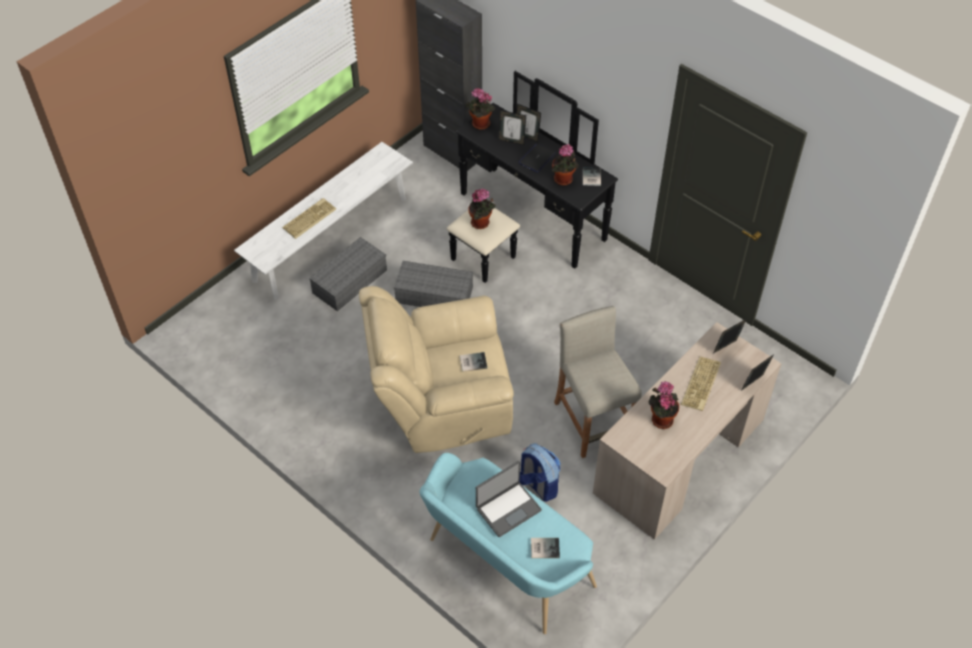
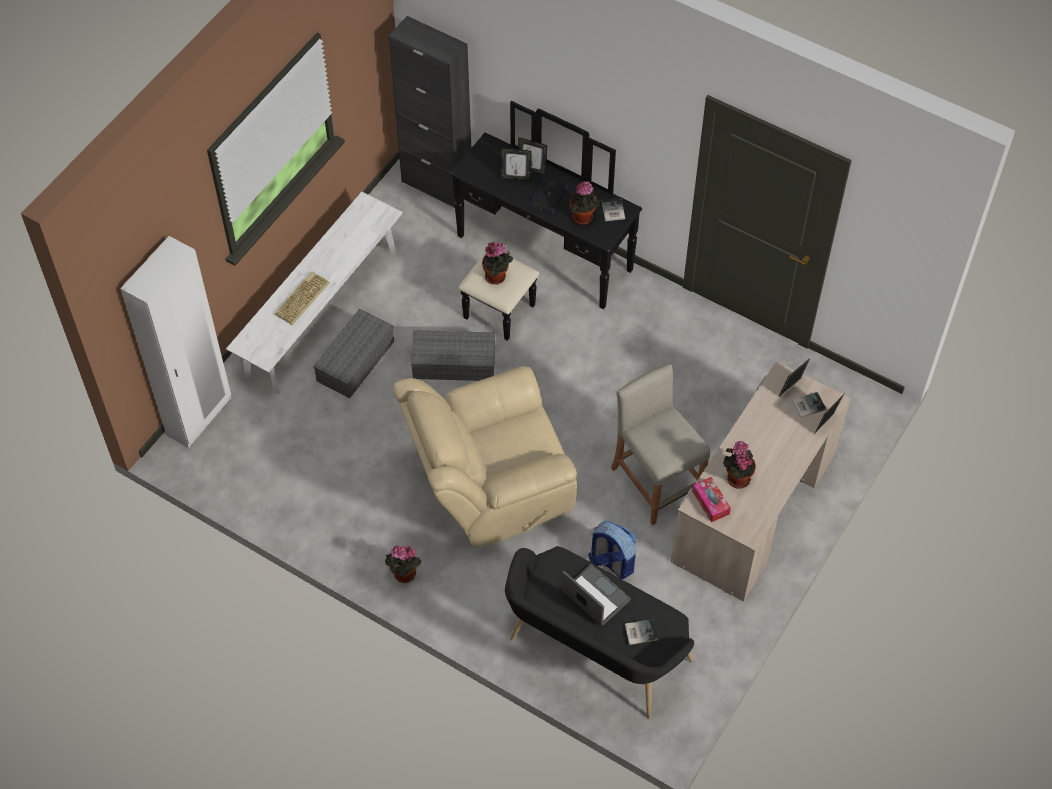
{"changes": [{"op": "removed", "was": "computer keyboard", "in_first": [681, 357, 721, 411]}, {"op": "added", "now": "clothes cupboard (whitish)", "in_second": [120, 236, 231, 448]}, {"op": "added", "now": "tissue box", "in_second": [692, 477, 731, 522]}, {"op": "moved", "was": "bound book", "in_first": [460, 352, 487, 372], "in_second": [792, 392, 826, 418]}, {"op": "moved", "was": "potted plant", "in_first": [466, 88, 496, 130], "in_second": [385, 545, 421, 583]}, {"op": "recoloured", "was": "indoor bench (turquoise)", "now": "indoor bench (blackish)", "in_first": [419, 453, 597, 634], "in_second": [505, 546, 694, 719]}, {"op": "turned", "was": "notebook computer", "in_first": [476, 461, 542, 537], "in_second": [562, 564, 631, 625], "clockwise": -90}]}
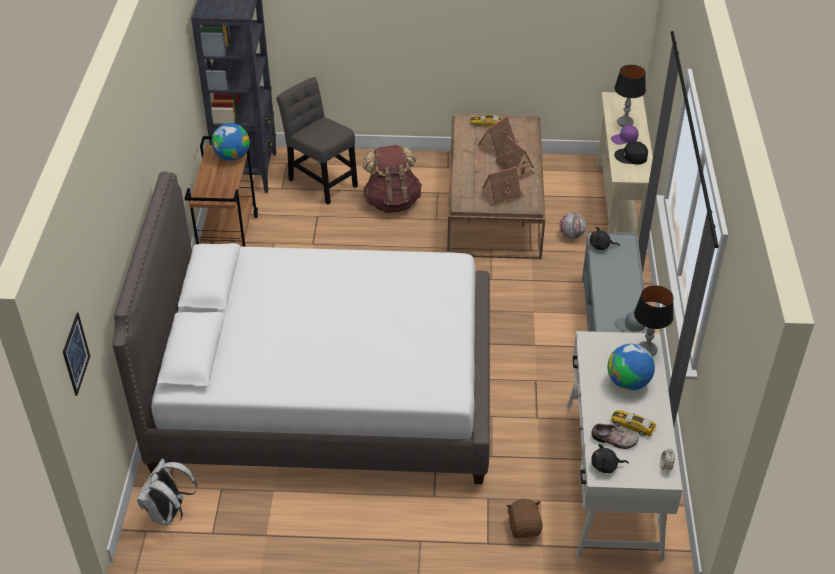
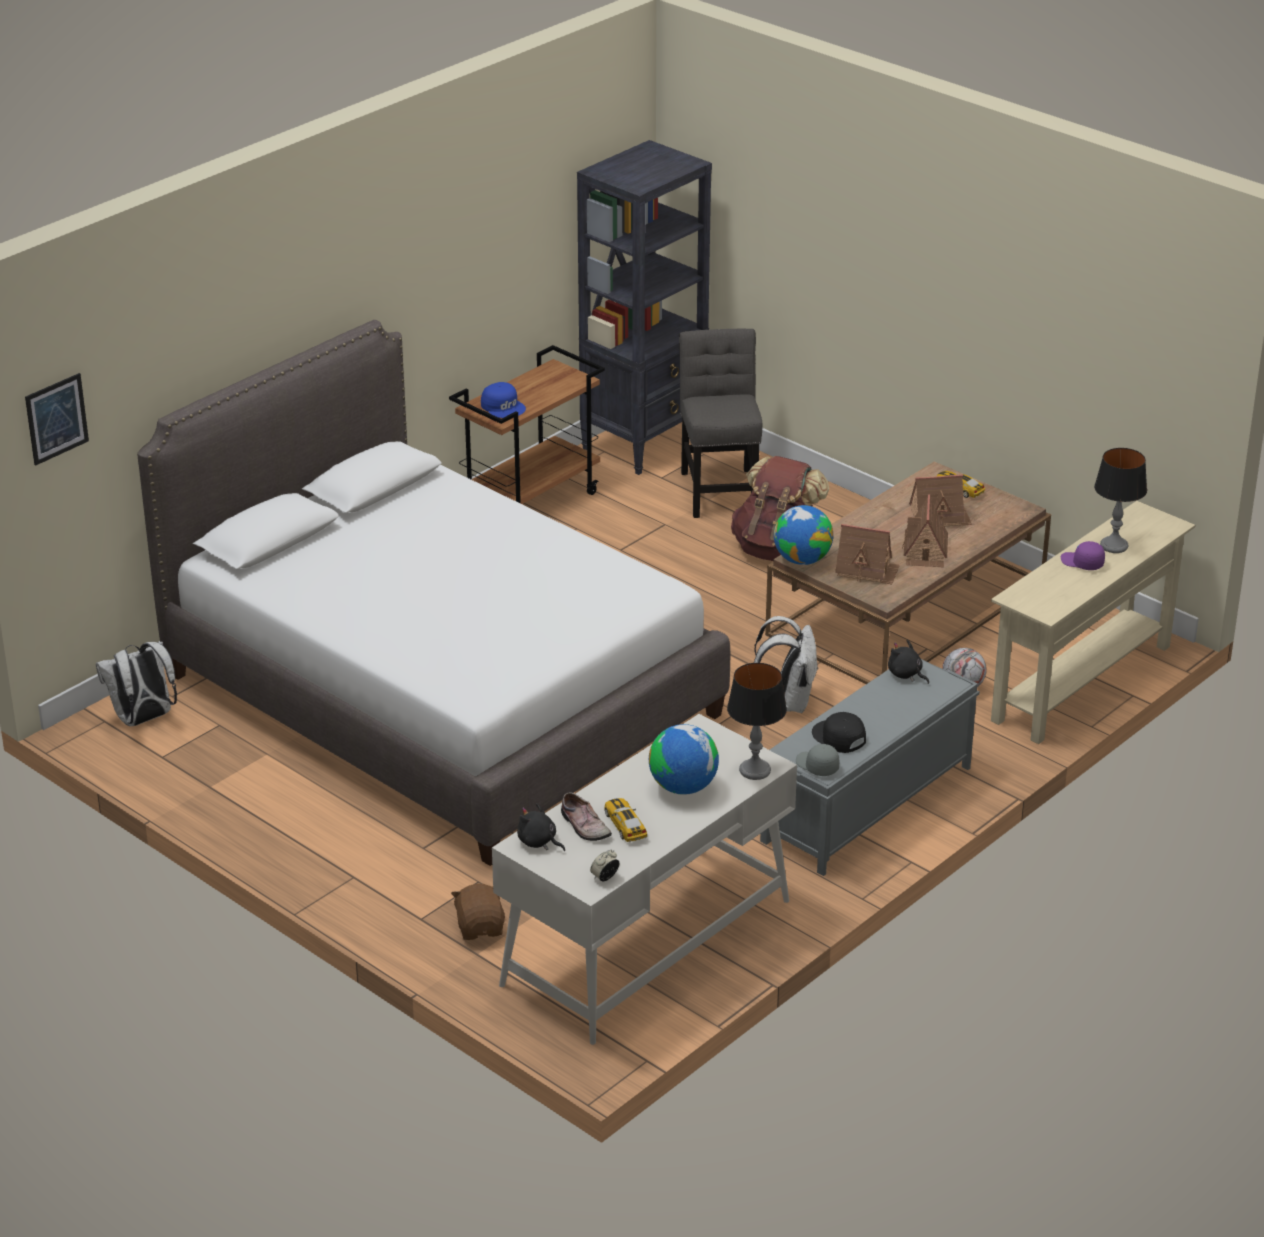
{"changes": [{"op": "added", "now": "cap (blue-coloured)", "in_second": [481, 382, 526, 418]}, {"op": "added", "now": "knapsack (whitish)", "in_second": [754, 616, 818, 713]}, {"op": "moved", "was": "globe", "in_first": [212, 123, 250, 161], "in_second": [774, 505, 833, 565]}, {"op": "moved", "was": "cap (blackish)", "in_first": [614, 141, 648, 165], "in_second": [812, 712, 866, 753]}, {"op": "turned", "was": "cuddly toy (brown)", "in_first": [506, 499, 543, 538], "in_second": [451, 884, 505, 940], "clockwise": -45}]}
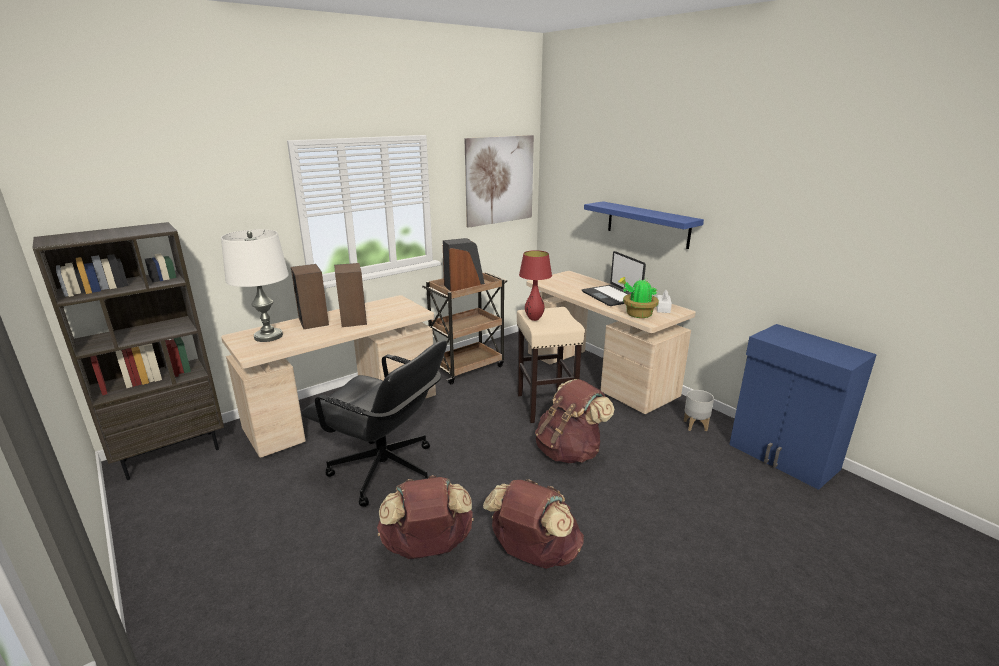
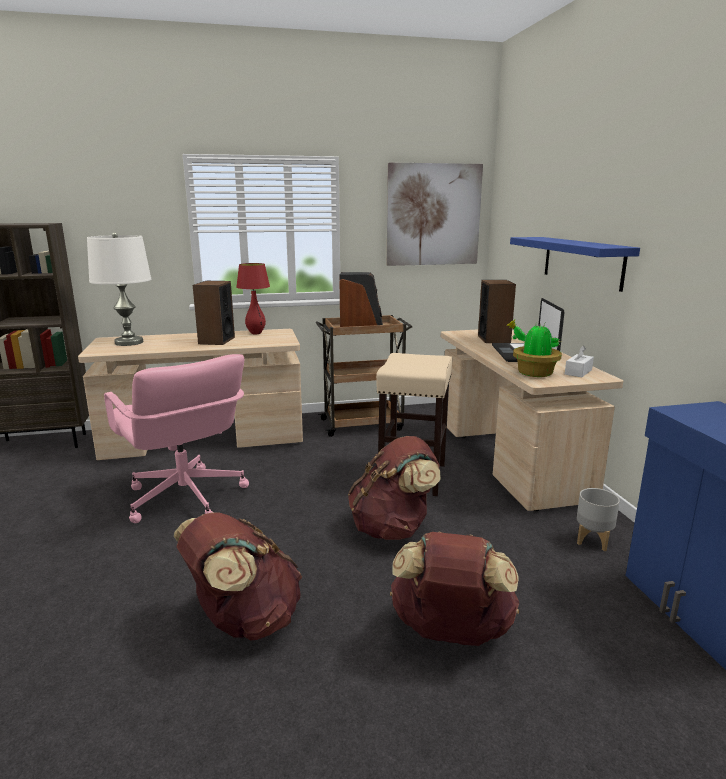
{"changes": [{"op": "moved", "was": "speaker", "in_first": [291, 264, 329, 329], "in_second": [478, 280, 516, 343]}, {"op": "moved", "was": "knapsack (brown)", "in_first": [377, 475, 474, 559], "in_second": [390, 532, 519, 646]}, {"op": "moved", "was": "lamp for a table (red-coloured)", "in_first": [519, 250, 552, 321], "in_second": [236, 263, 270, 334]}, {"op": "recoloured", "was": "computer chair (blackish)", "now": "computer chair (pink)", "in_first": [301, 341, 447, 507], "in_second": [104, 354, 249, 523]}]}
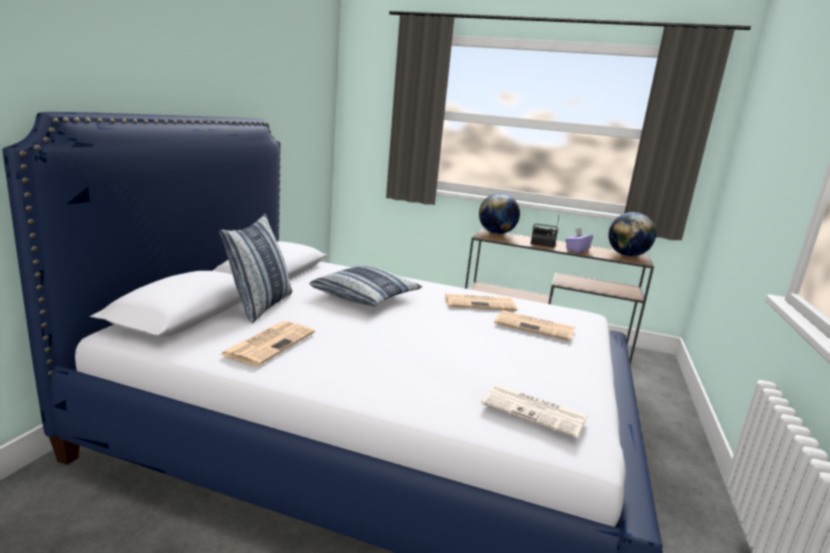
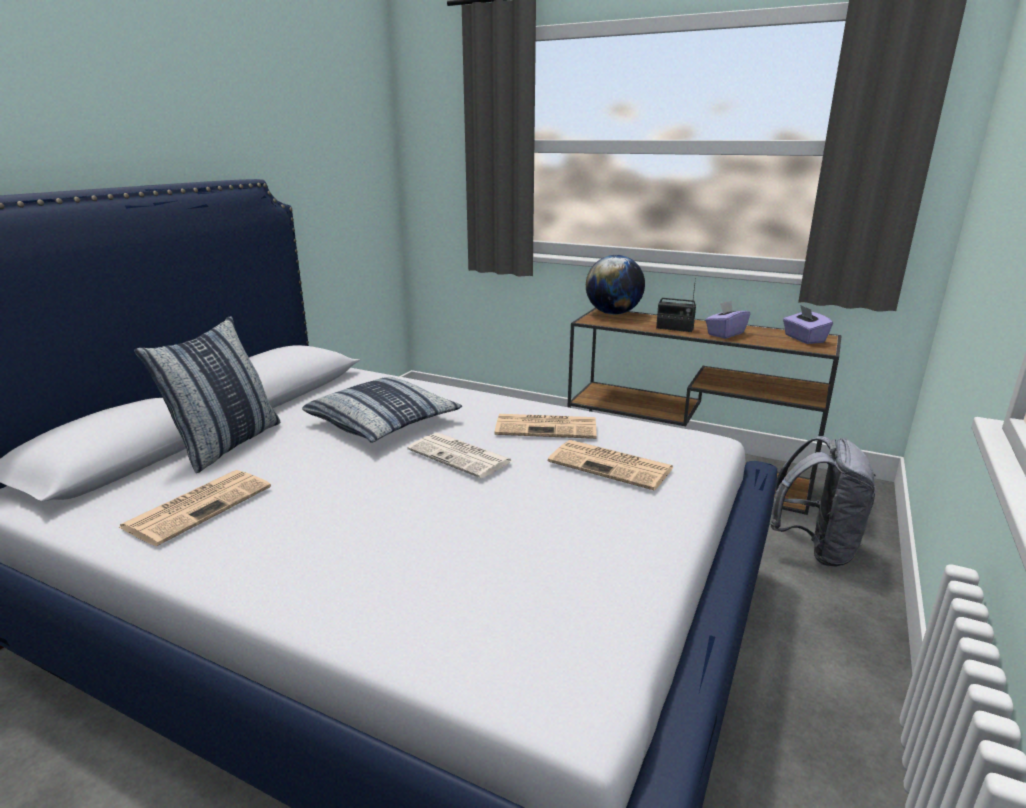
{"changes": [{"op": "added", "now": "knapsack (grey)", "in_second": [770, 436, 876, 567]}, {"op": "moved", "was": "printed paper", "in_first": [481, 384, 588, 438], "in_second": [407, 433, 512, 478]}, {"op": "replaced", "was": "globe", "now": "tissue box (purplish)", "in_first": [608, 212, 656, 256], "in_second": [783, 305, 833, 344]}]}
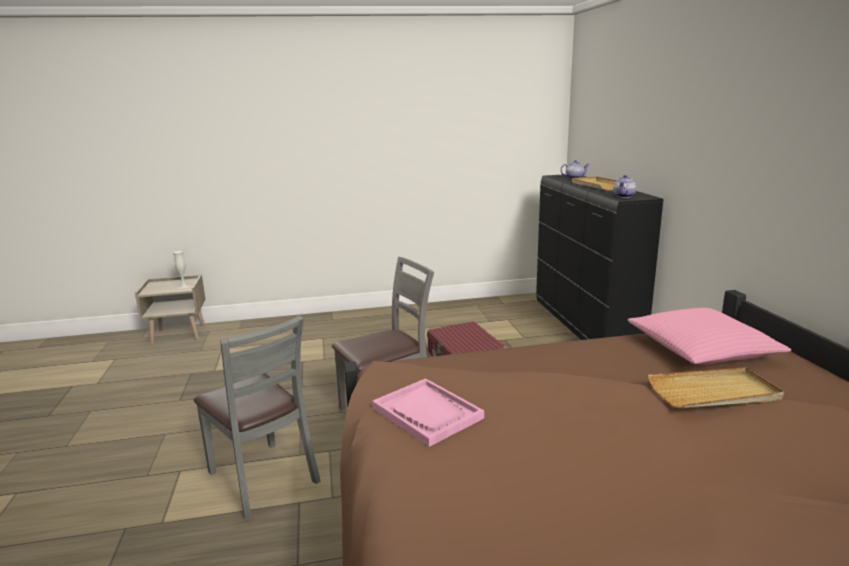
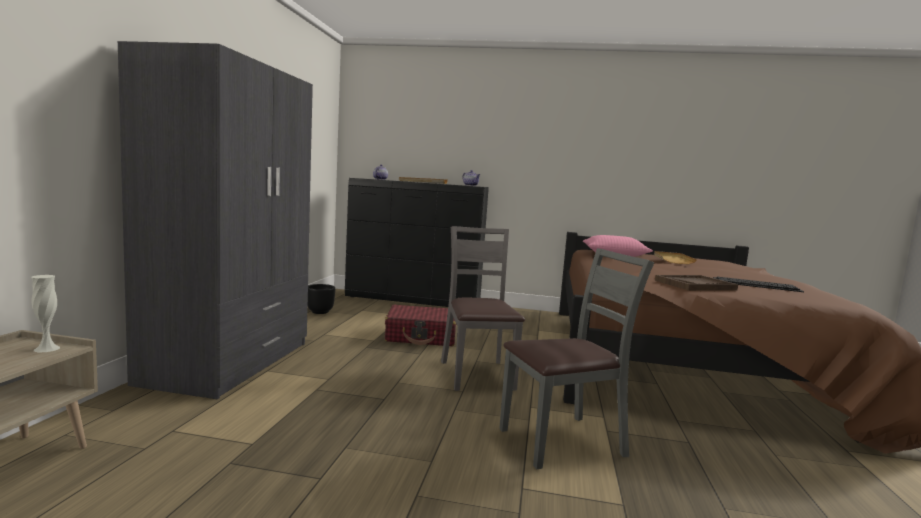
{"changes": [{"op": "added", "now": "clothes cupboard (grey)", "in_second": [118, 41, 313, 399]}, {"op": "added", "now": "planter (blackish)", "in_second": [307, 284, 335, 314]}, {"op": "added", "now": "computer keyboard", "in_second": [713, 277, 804, 292]}, {"op": "recoloured", "was": "serving tray (pink)", "now": "serving tray (brown)", "in_first": [372, 378, 484, 447], "in_second": [655, 275, 738, 291]}]}
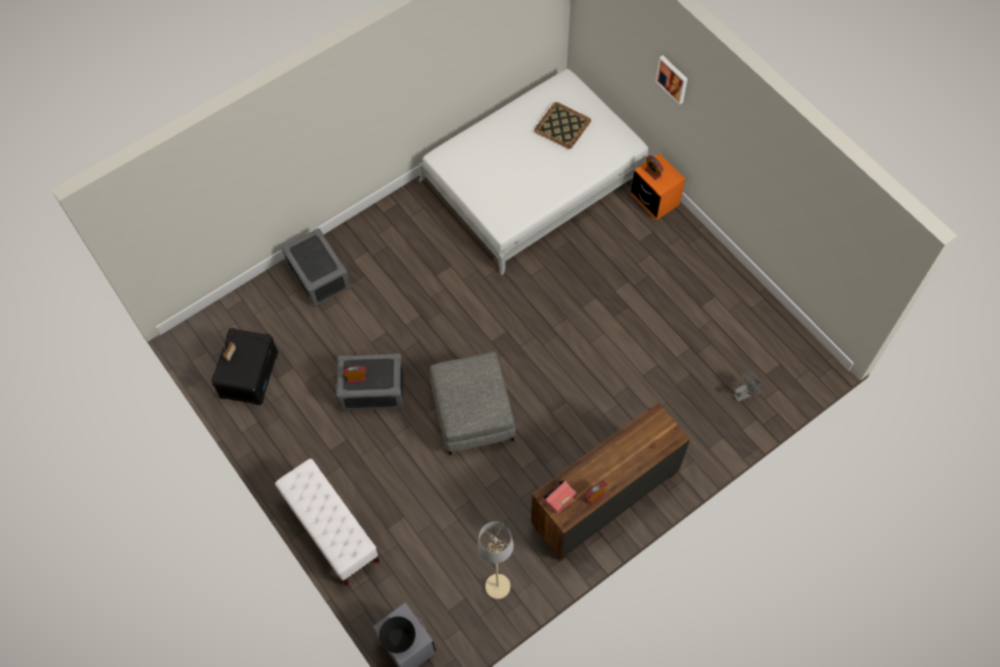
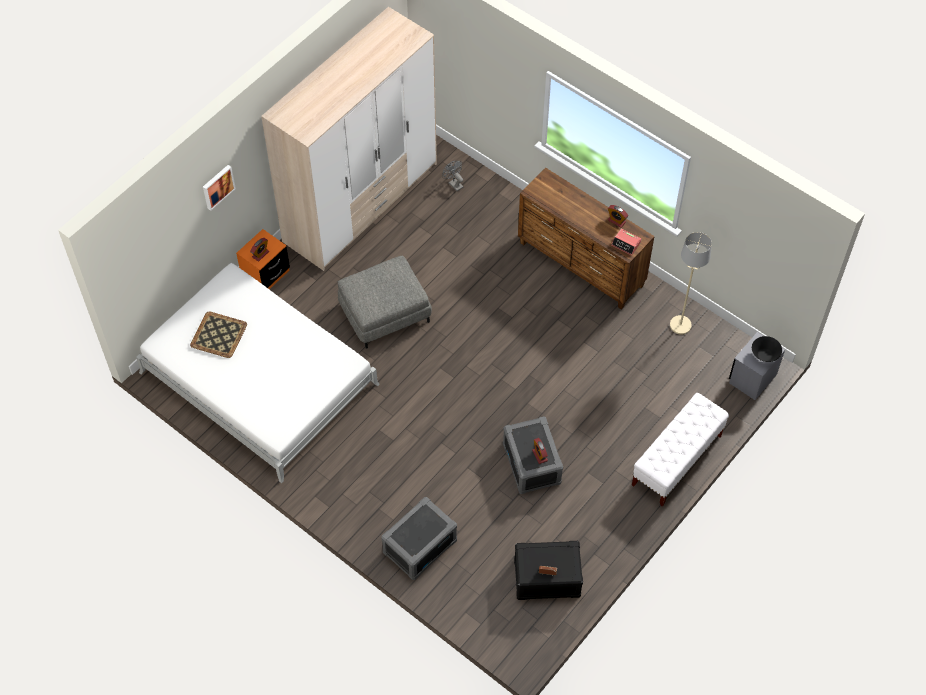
{"changes": [{"op": "added", "now": "clothes cupboard", "in_second": [261, 7, 437, 271]}, {"op": "moved", "was": "pouffe (grey)", "in_first": [430, 352, 516, 455], "in_second": [338, 256, 432, 349]}]}
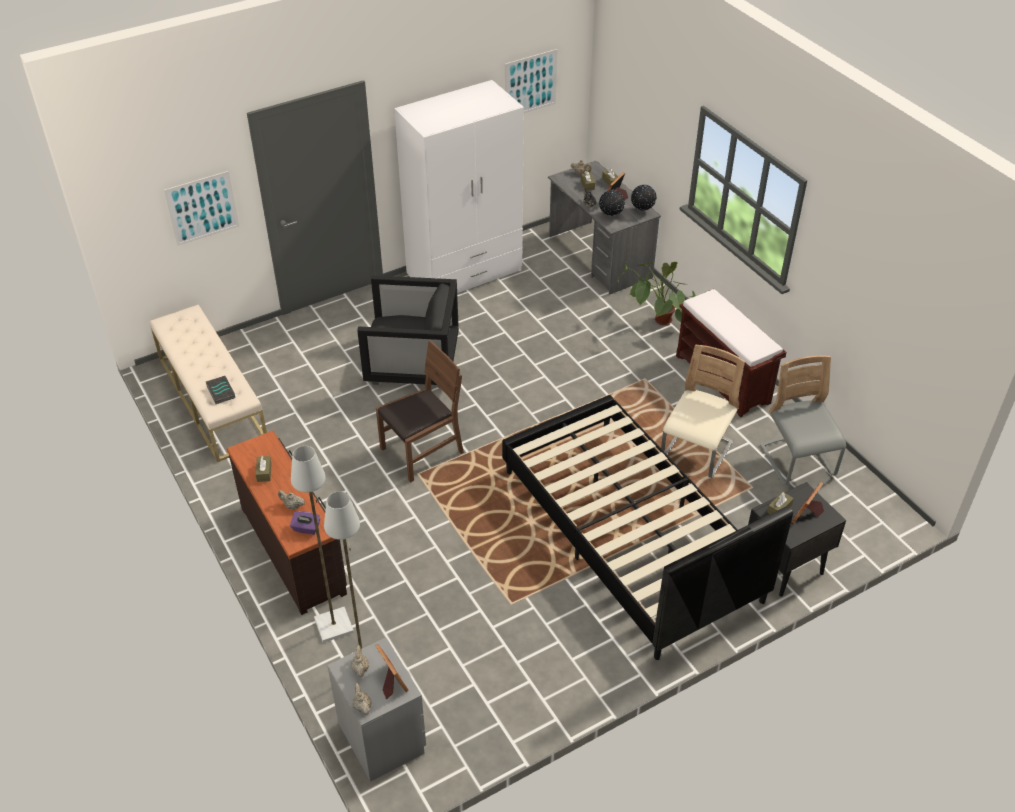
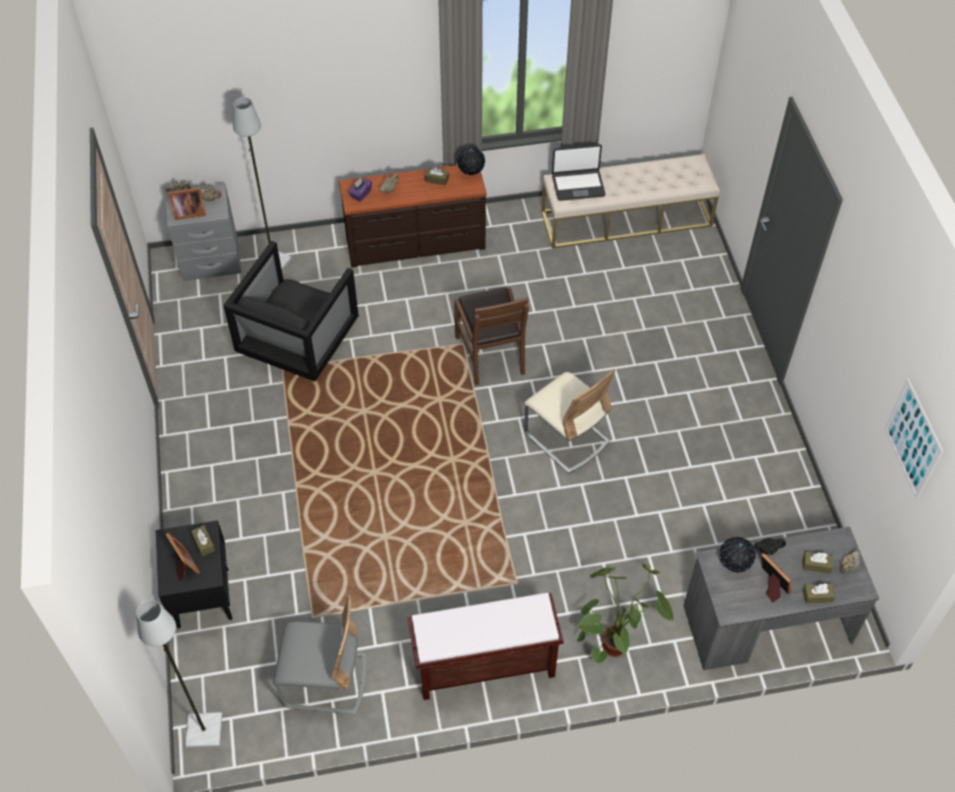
{"changes": [{"op": "removed", "was": "wall art", "in_first": [164, 171, 239, 246]}, {"op": "removed", "was": "clothes cupboard (whitish)", "in_first": [394, 80, 524, 293]}, {"op": "removed", "was": "bed (blackish)", "in_first": [502, 395, 793, 660]}, {"op": "moved", "was": "standard lamp (grey)", "in_first": [291, 446, 354, 643], "in_second": [136, 600, 222, 748]}, {"op": "moved", "was": "armchair (blackish)", "in_first": [357, 275, 459, 388], "in_second": [223, 241, 359, 382]}, {"op": "moved", "was": "globe", "in_first": [631, 184, 657, 211], "in_second": [457, 147, 485, 175]}, {"op": "moved", "was": "upright chair (beige-coloured)", "in_first": [661, 345, 745, 478], "in_second": [524, 369, 616, 473]}, {"op": "replaced", "was": "bound book", "now": "notebook computer", "in_first": [205, 376, 235, 404], "in_second": [552, 144, 605, 201]}]}
